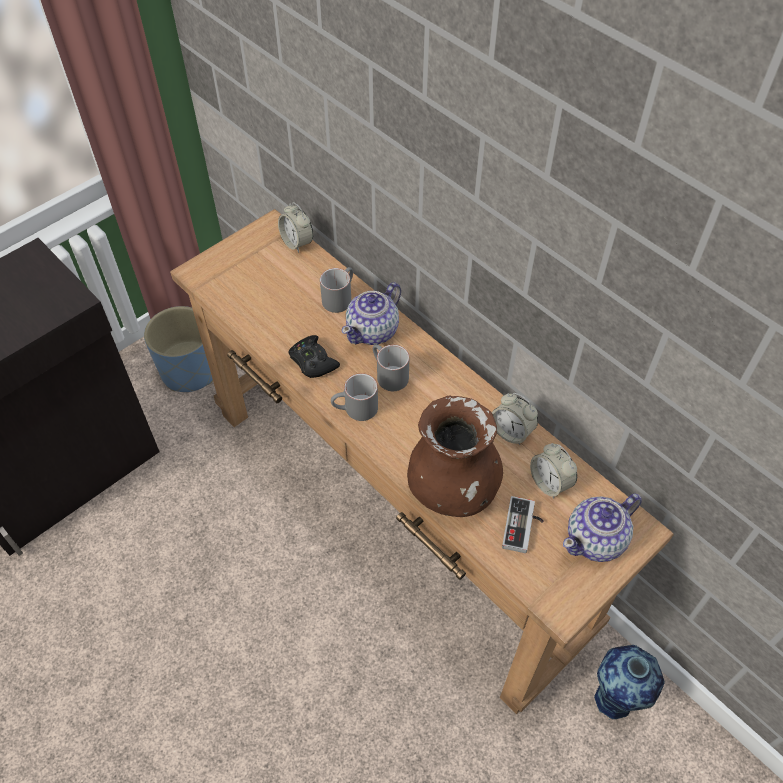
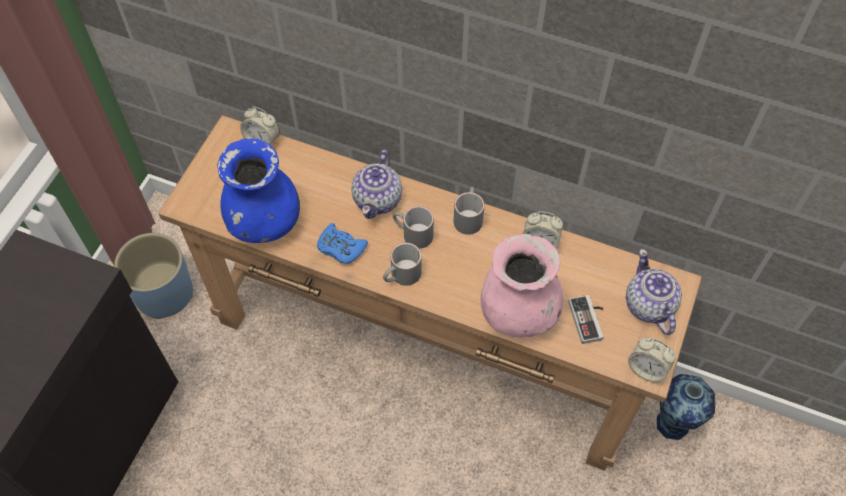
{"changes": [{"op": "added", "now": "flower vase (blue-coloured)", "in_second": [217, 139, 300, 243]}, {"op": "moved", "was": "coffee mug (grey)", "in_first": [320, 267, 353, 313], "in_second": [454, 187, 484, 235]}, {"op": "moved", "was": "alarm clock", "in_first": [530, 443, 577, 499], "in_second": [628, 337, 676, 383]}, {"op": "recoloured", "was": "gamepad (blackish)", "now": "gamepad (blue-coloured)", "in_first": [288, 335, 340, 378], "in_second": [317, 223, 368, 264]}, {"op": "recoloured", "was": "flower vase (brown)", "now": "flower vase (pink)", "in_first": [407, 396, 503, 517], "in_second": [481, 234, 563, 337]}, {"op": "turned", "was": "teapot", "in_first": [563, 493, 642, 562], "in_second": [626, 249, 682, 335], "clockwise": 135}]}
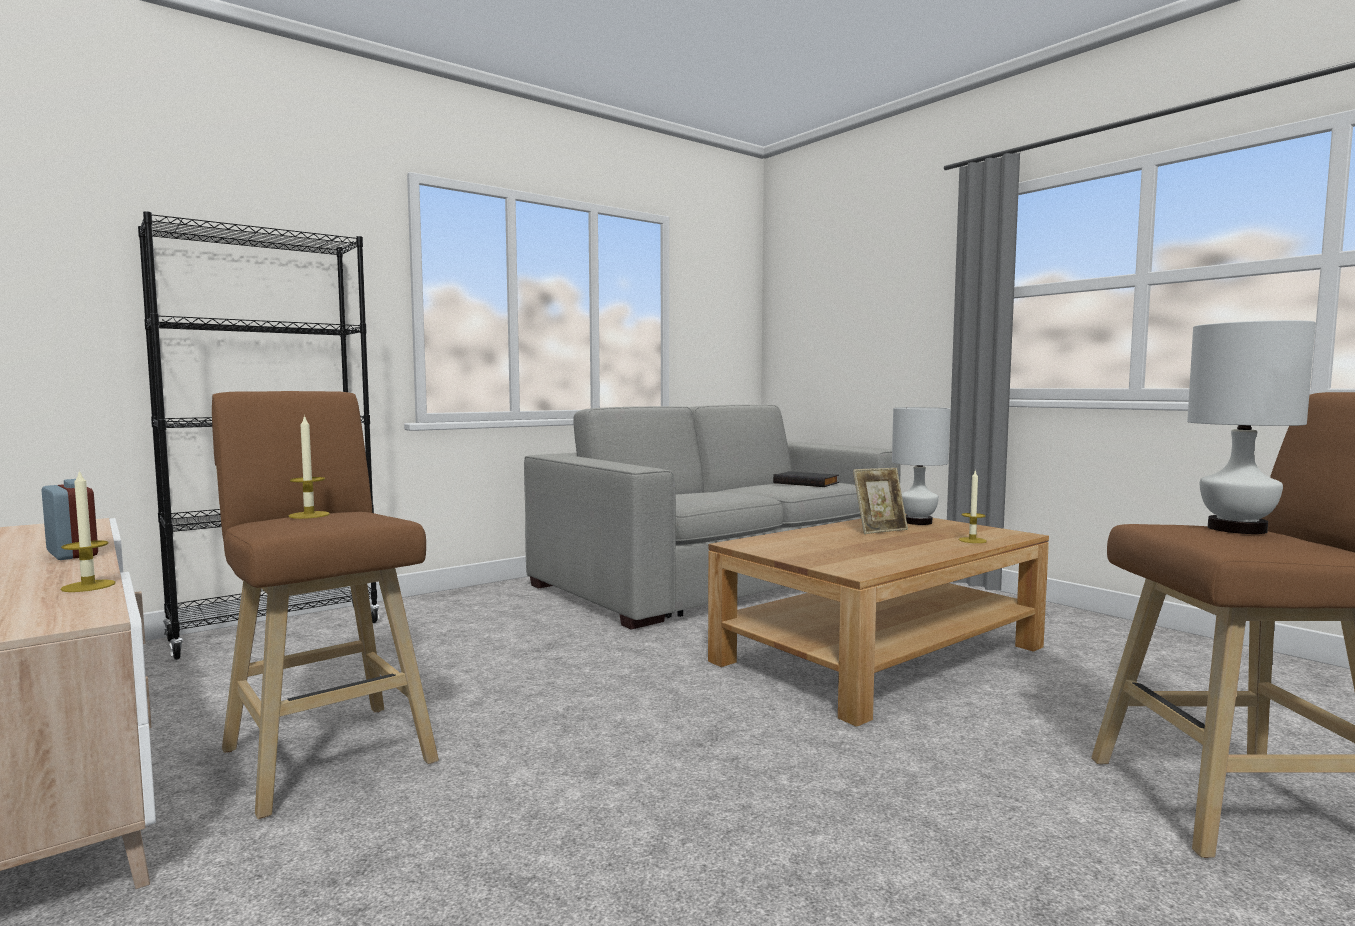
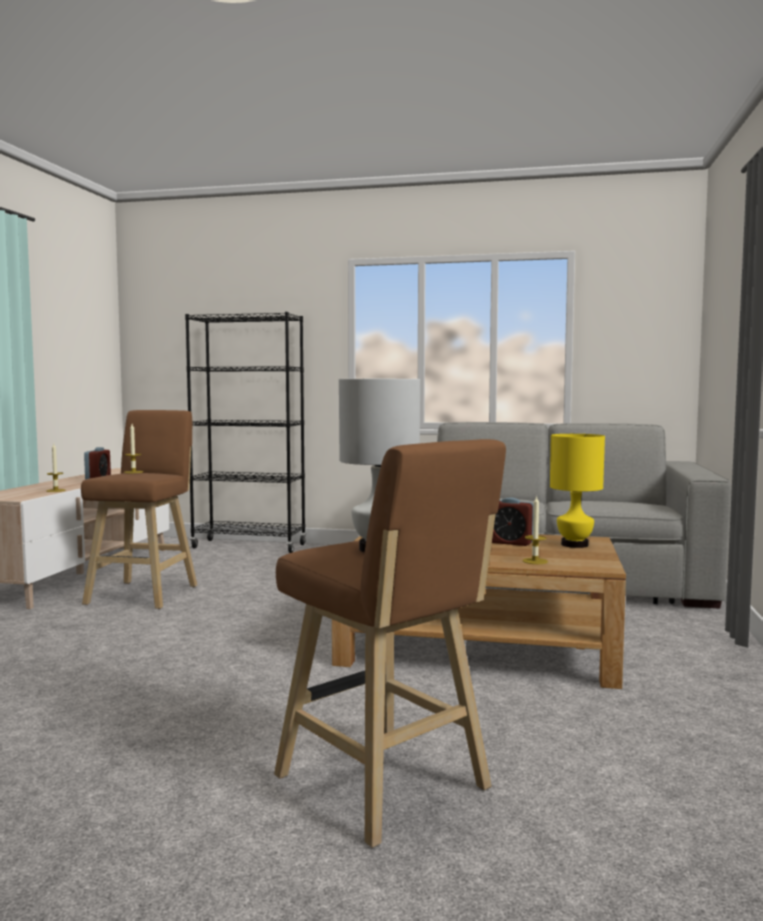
{"changes": [{"op": "removed", "was": "bound book (blackish)", "in_first": [773, 471, 839, 487]}, {"op": "replaced", "was": "standing frame", "now": "alarm clock", "in_first": [853, 468, 908, 534], "in_second": [492, 498, 534, 546]}, {"op": "recoloured", "was": "lamp for a table (whitish)", "now": "lamp for a table (yellow)", "in_first": [892, 407, 951, 525], "in_second": [550, 434, 605, 548]}]}
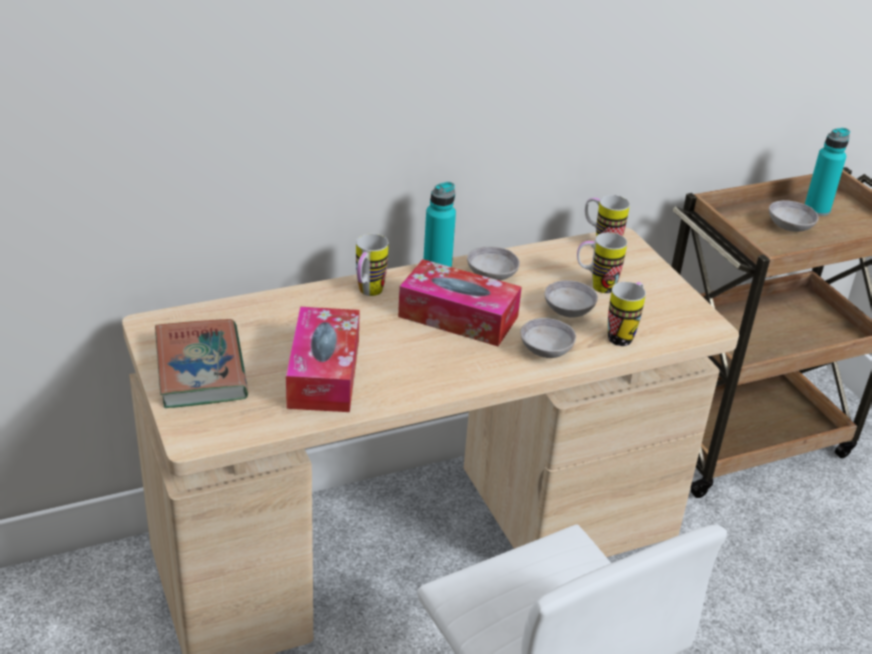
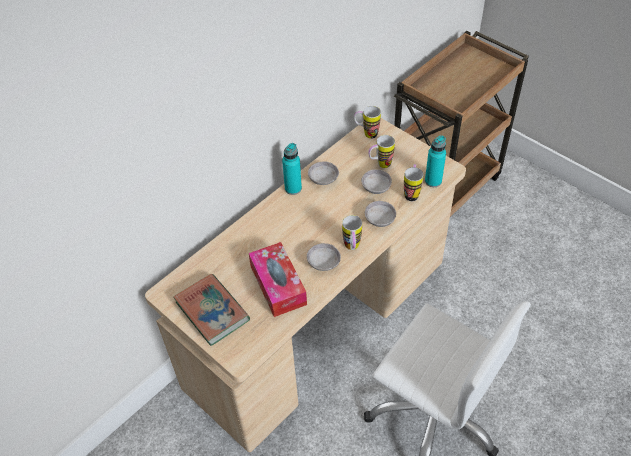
{"changes": [{"op": "removed", "was": "tissue box", "in_first": [398, 259, 522, 346]}, {"op": "moved", "was": "coffee mug", "in_first": [356, 234, 389, 296], "in_second": [342, 215, 362, 250]}, {"op": "moved", "was": "serving bowl (grey)", "in_first": [769, 200, 819, 232], "in_second": [307, 243, 341, 271]}, {"op": "moved", "was": "bottle (turquoise)", "in_first": [805, 128, 850, 216], "in_second": [425, 135, 446, 187]}]}
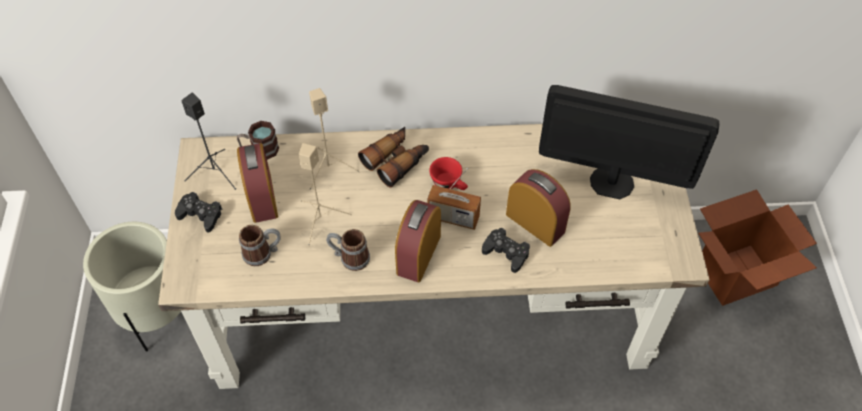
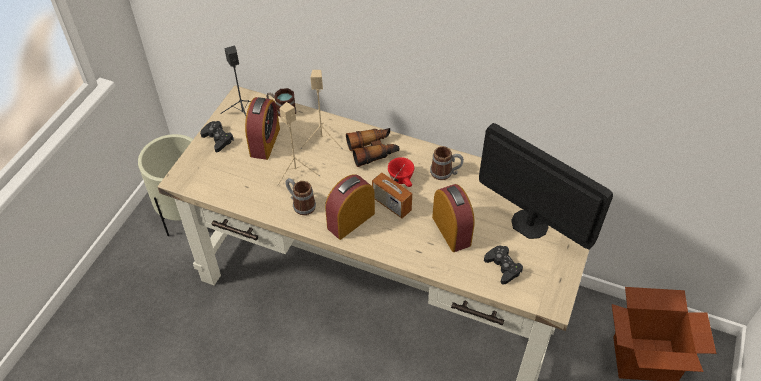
{"changes": [{"op": "moved", "was": "coffee mug", "in_first": [239, 225, 281, 266], "in_second": [430, 146, 464, 180]}, {"op": "moved", "was": "gamepad (blackish)", "in_first": [482, 228, 530, 273], "in_second": [484, 246, 523, 285]}]}
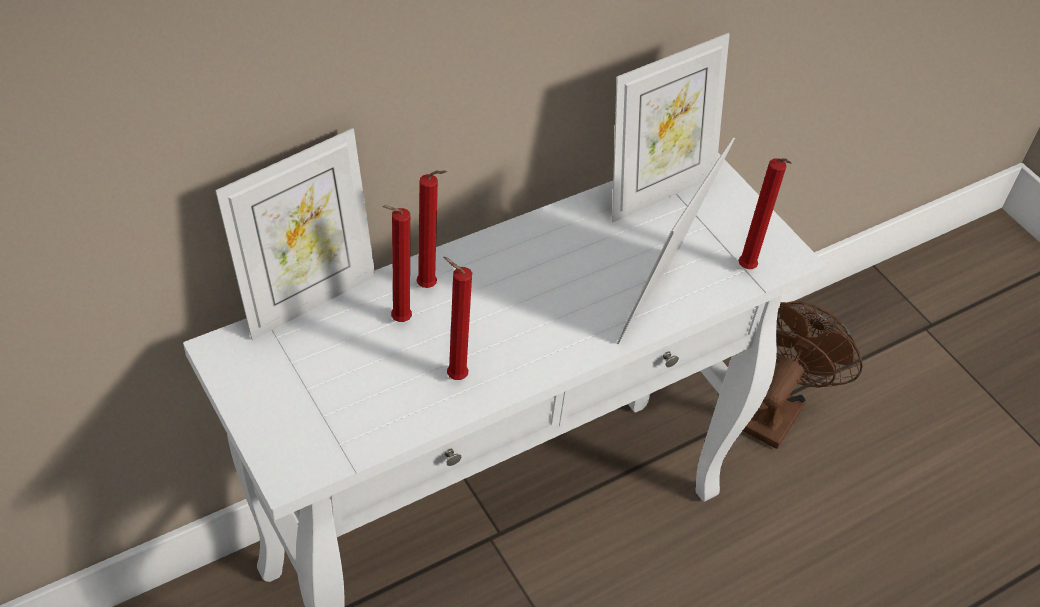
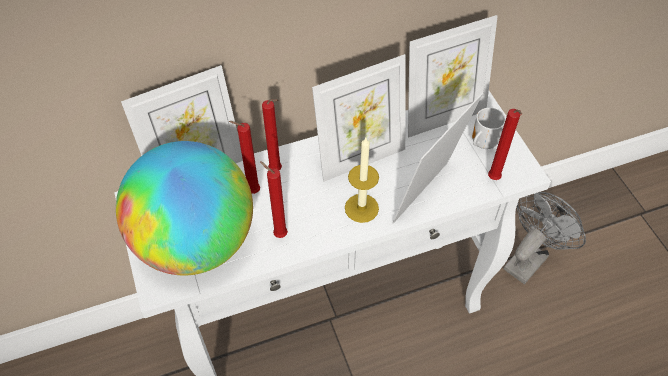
{"changes": [{"op": "added", "now": "globe", "in_second": [116, 141, 253, 275]}, {"op": "added", "now": "standing frame", "in_second": [312, 54, 406, 182]}, {"op": "added", "now": "wax light", "in_second": [345, 138, 379, 223]}, {"op": "added", "now": "coffee mug", "in_second": [472, 108, 506, 149]}, {"op": "recoloured", "was": "electric fan (brown)", "now": "electric fan (grey)", "in_first": [743, 301, 863, 449], "in_second": [503, 192, 586, 284]}]}
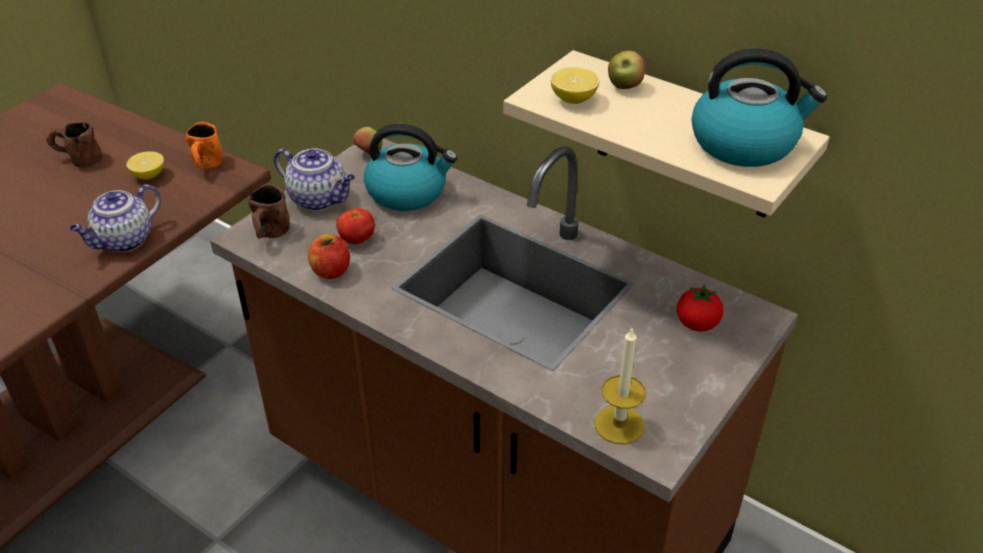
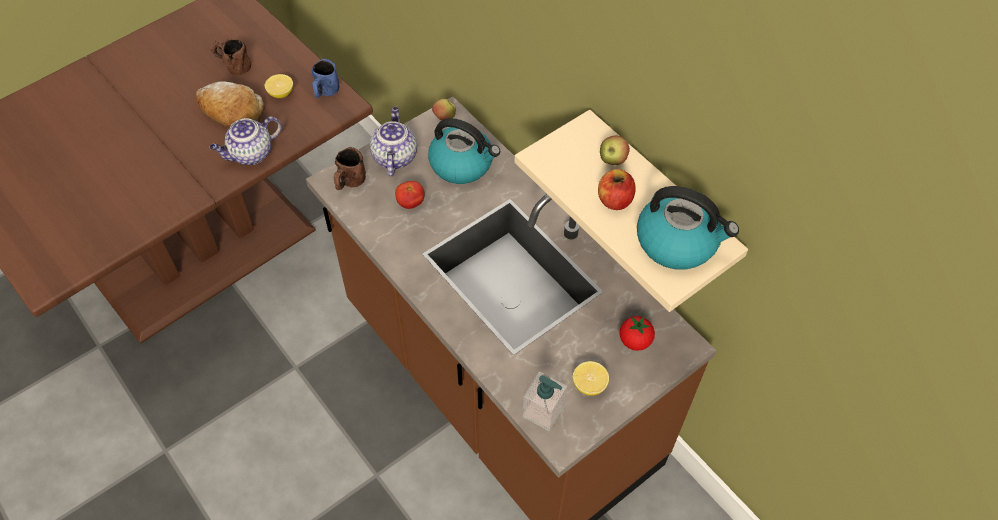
{"changes": [{"op": "added", "now": "bakery bread", "in_second": [196, 81, 265, 126]}, {"op": "moved", "was": "apple", "in_first": [308, 234, 350, 279], "in_second": [598, 169, 636, 210]}, {"op": "moved", "was": "lemon", "in_first": [551, 67, 600, 104], "in_second": [572, 361, 609, 396]}, {"op": "replaced", "was": "wax light", "now": "liquid soap bottle", "in_first": [595, 328, 646, 444], "in_second": [522, 372, 567, 431]}, {"op": "recoloured", "was": "coffee mug (orangey)", "now": "coffee mug (blue-coloured)", "in_first": [186, 122, 223, 168], "in_second": [312, 59, 339, 98]}, {"op": "turned", "was": "teapot", "in_first": [274, 148, 355, 211], "in_second": [370, 107, 417, 176], "clockwise": -135}]}
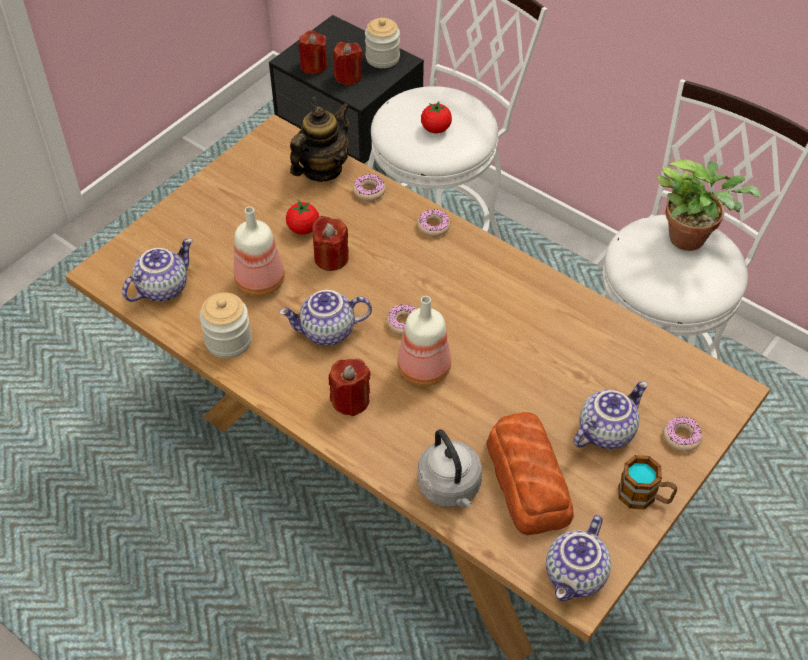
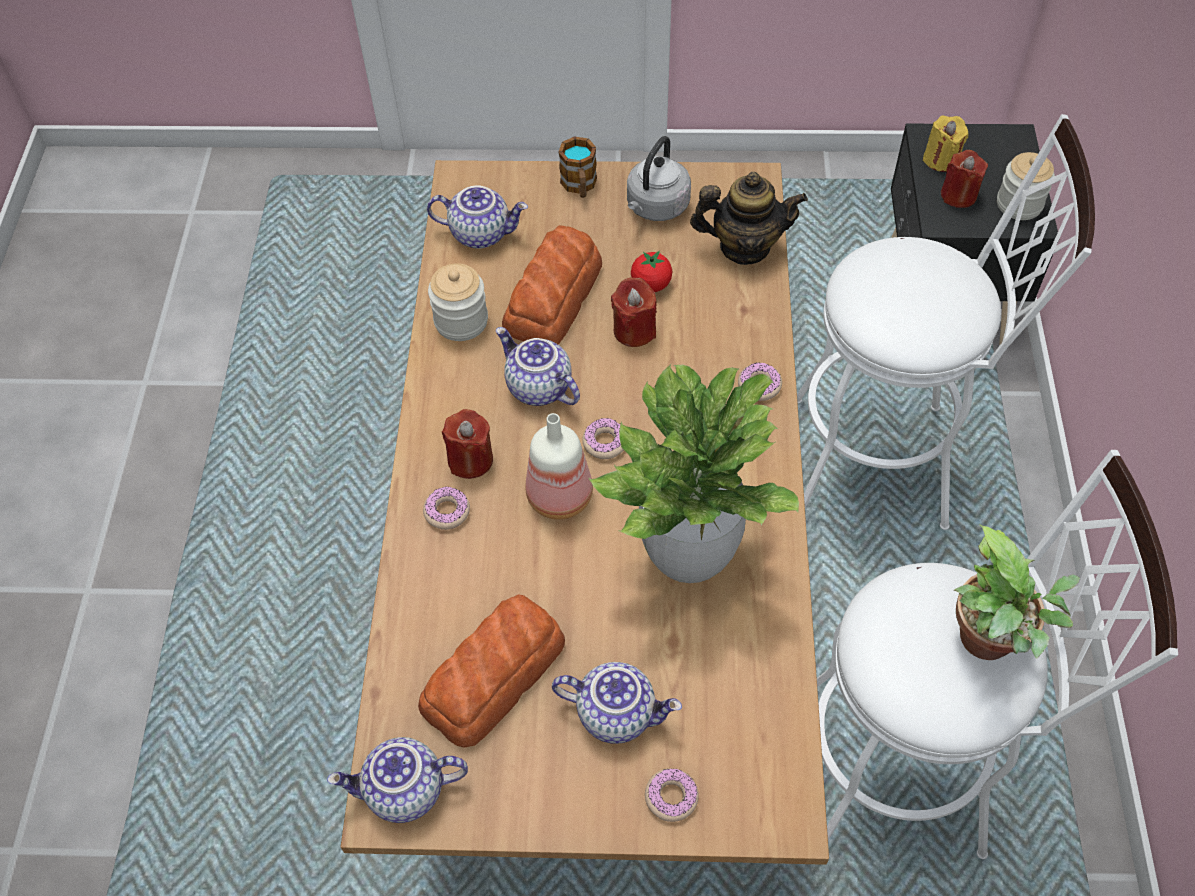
{"changes": [{"op": "removed", "was": "fresh tomato", "in_first": [421, 101, 452, 133]}, {"op": "added", "now": "potted plant", "in_second": [589, 364, 799, 583]}, {"op": "moved", "was": "doughnut", "in_first": [353, 174, 386, 201], "in_second": [423, 487, 470, 530]}, {"op": "moved", "was": "water kettle (grey)", "in_first": [417, 429, 482, 508], "in_second": [627, 136, 691, 221]}, {"op": "moved", "was": "coffee mug", "in_first": [618, 455, 677, 510], "in_second": [558, 136, 597, 198]}, {"op": "replaced", "was": "bottle", "now": "bakery bread", "in_first": [234, 207, 285, 296], "in_second": [502, 225, 602, 344]}, {"op": "recoloured", "was": "wax light (red-coloured)", "now": "wax light (yellow)", "in_first": [298, 30, 327, 74], "in_second": [923, 116, 968, 172]}]}
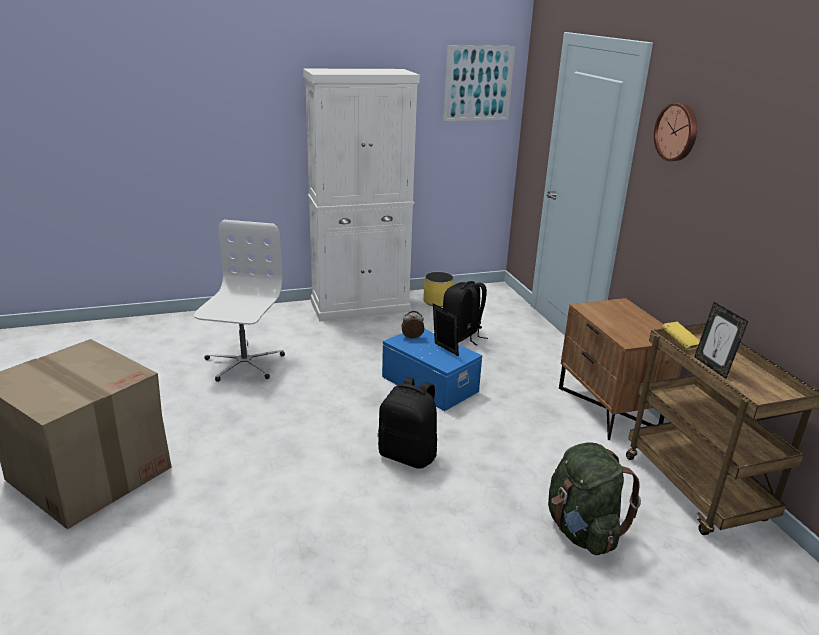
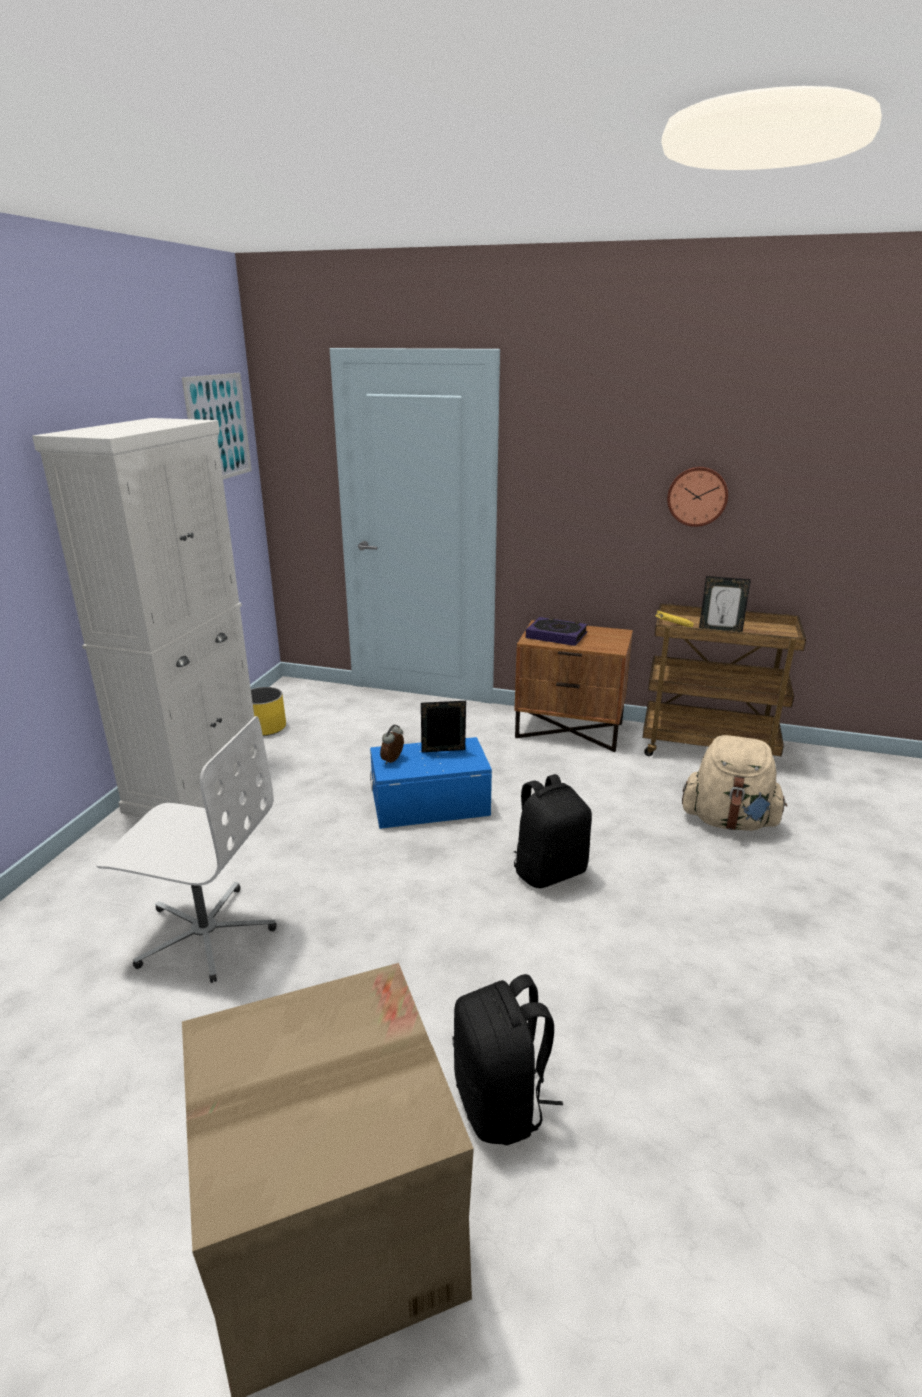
{"changes": [{"op": "added", "now": "bound book", "in_second": [526, 617, 588, 646]}, {"op": "moved", "was": "knapsack (blackish)", "in_first": [443, 281, 488, 346], "in_second": [453, 974, 563, 1145]}, {"op": "moved", "was": "clock on the wall", "in_first": [654, 103, 697, 161], "in_second": [667, 467, 728, 527]}, {"op": "recoloured", "was": "knapsack (greenish)", "now": "knapsack (beige-coloured)", "in_first": [548, 443, 641, 555], "in_second": [682, 735, 787, 831]}, {"op": "turned", "was": "computer chair (whitish)", "in_first": [194, 220, 285, 382], "in_second": [96, 716, 277, 983], "clockwise": 150}]}
